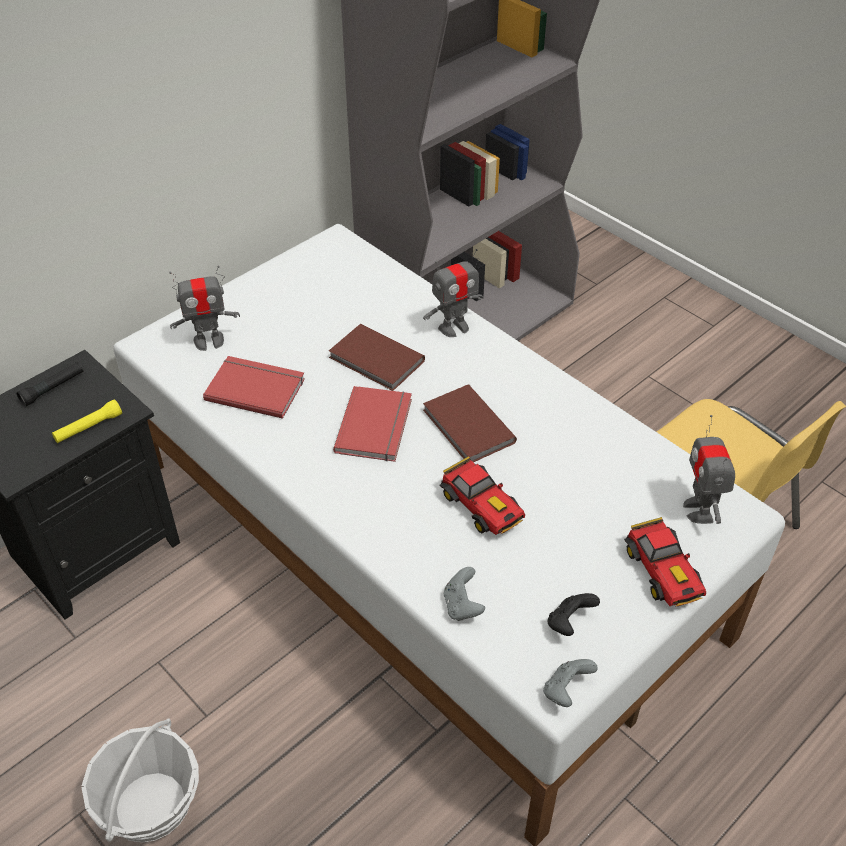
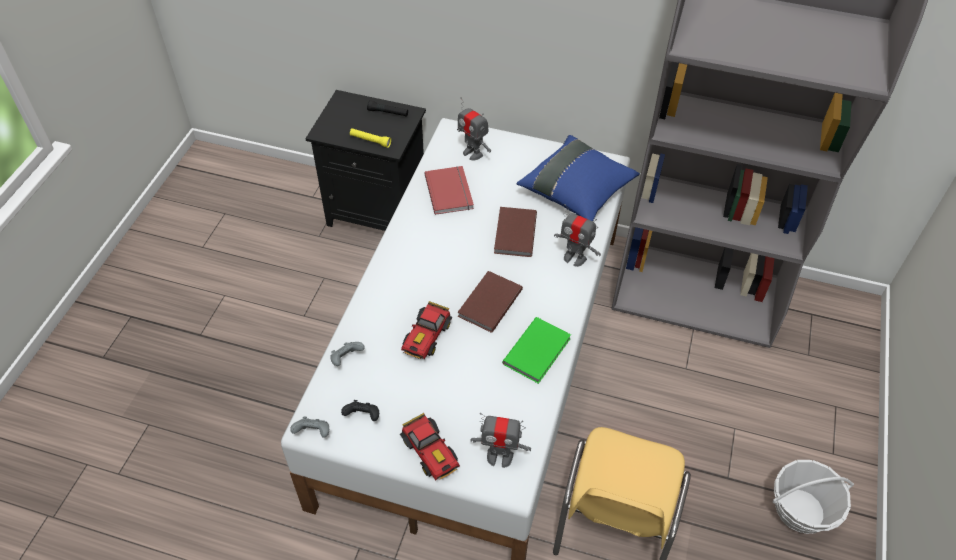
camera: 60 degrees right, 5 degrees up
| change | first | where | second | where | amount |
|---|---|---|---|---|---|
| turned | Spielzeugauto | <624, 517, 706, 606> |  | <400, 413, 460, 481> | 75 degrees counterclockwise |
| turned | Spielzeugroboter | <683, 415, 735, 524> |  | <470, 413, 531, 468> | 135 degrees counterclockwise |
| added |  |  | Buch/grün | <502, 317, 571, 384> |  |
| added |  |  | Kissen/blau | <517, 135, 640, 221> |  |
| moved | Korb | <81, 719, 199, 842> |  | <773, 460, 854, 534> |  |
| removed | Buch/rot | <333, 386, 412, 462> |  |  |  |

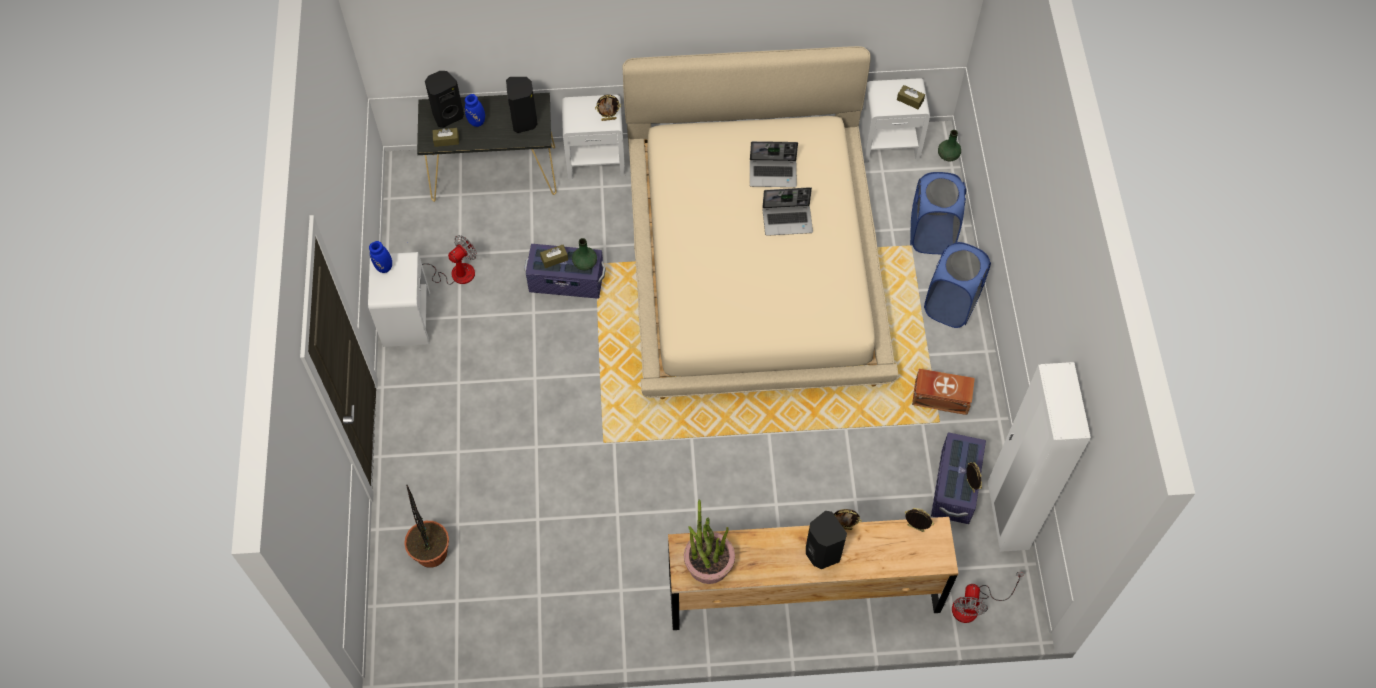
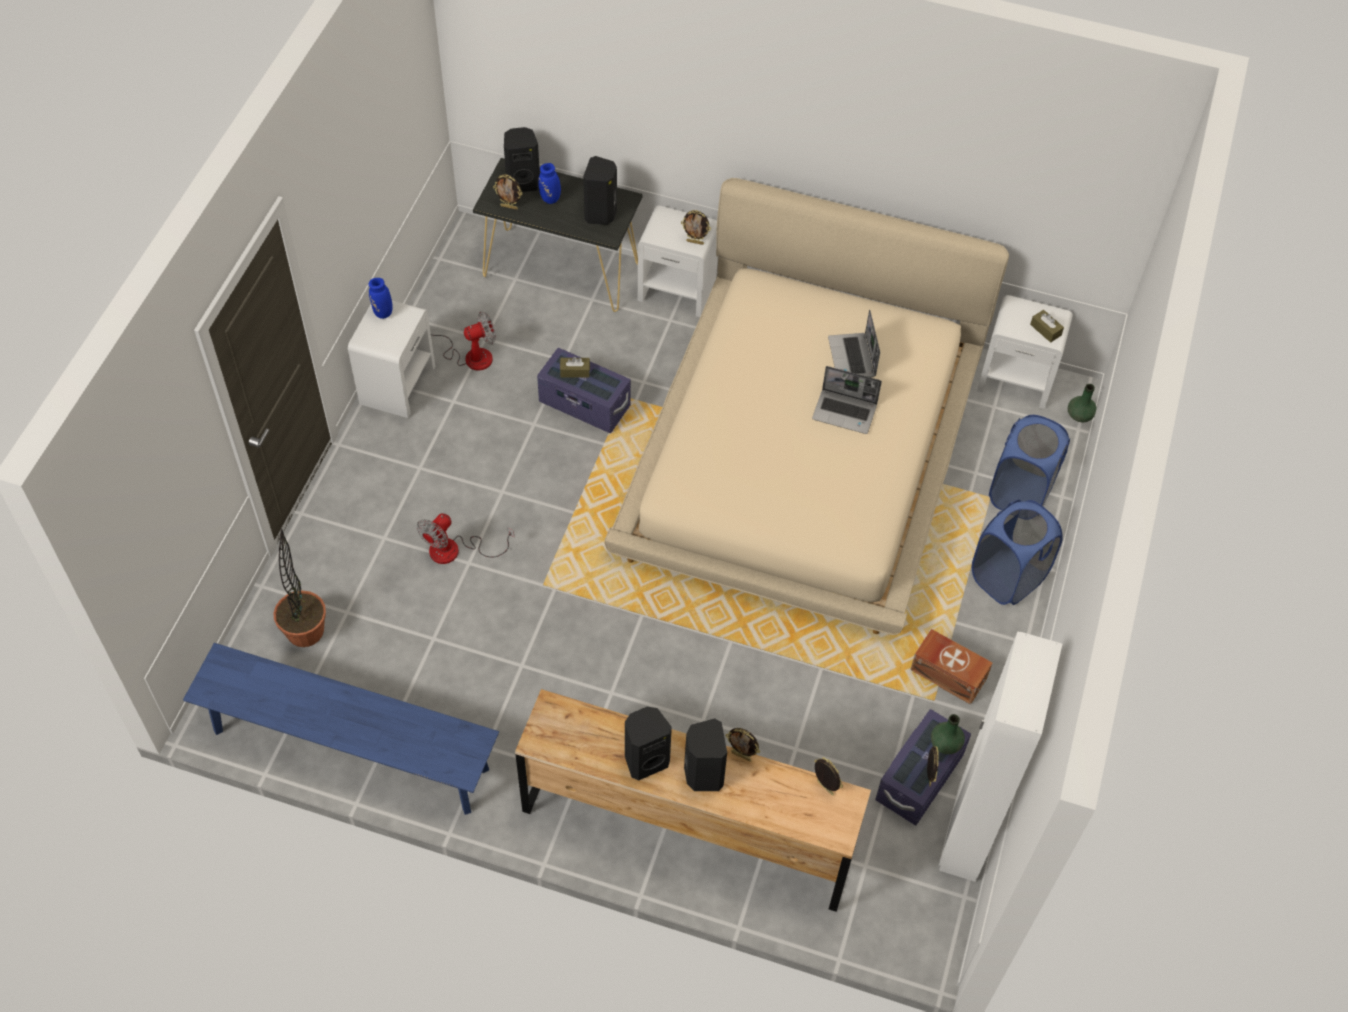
camera: 20 degrees right, 5 degrees down
| change | first | where | second | where | amount |
|---|---|---|---|---|---|
| added |  |  | Bank/blau | <183, 643, 499, 815> |  |
| moved | Ventilator | <952, 572, 1024, 623> |  | <417, 513, 514, 564> |  |
| replaced | Taschentuchbox/braun | <432, 128, 459, 147> | Bilderrahmen | <493, 174, 522, 210> |  |
| added |  |  | Lautsprecher/schwarz | <625, 707, 672, 780> |  |
| turned | Laptop | <750, 141, 798, 187> |  | <828, 310, 880, 378> | 60 degrees clockwise |
| moved | Vase/grün | <572, 238, 597, 270> |  | <931, 714, 965, 754> |  |
| removed | Topfpflanze | <684, 499, 735, 584> |  |  |  |

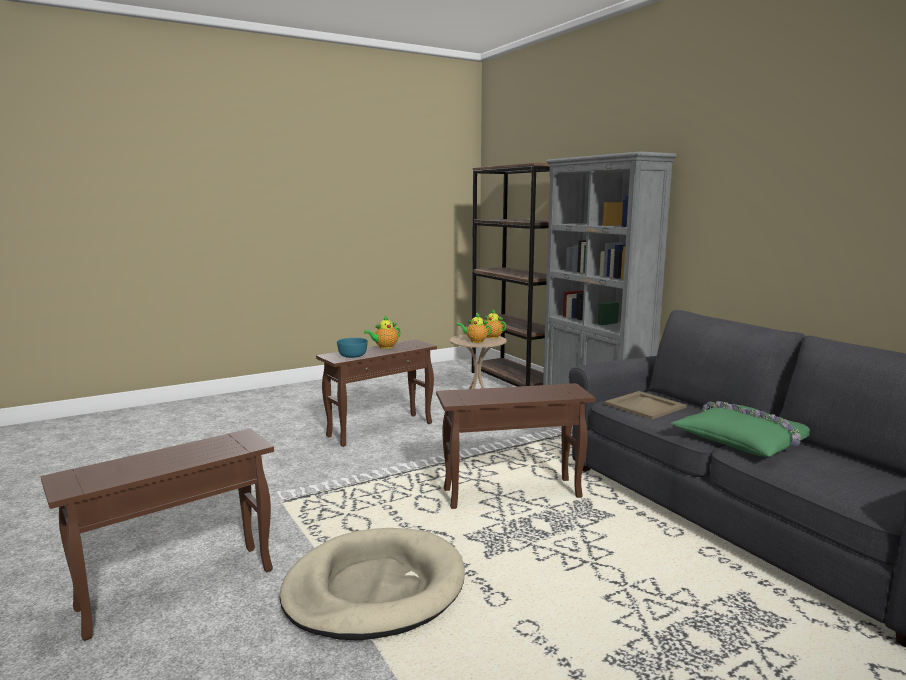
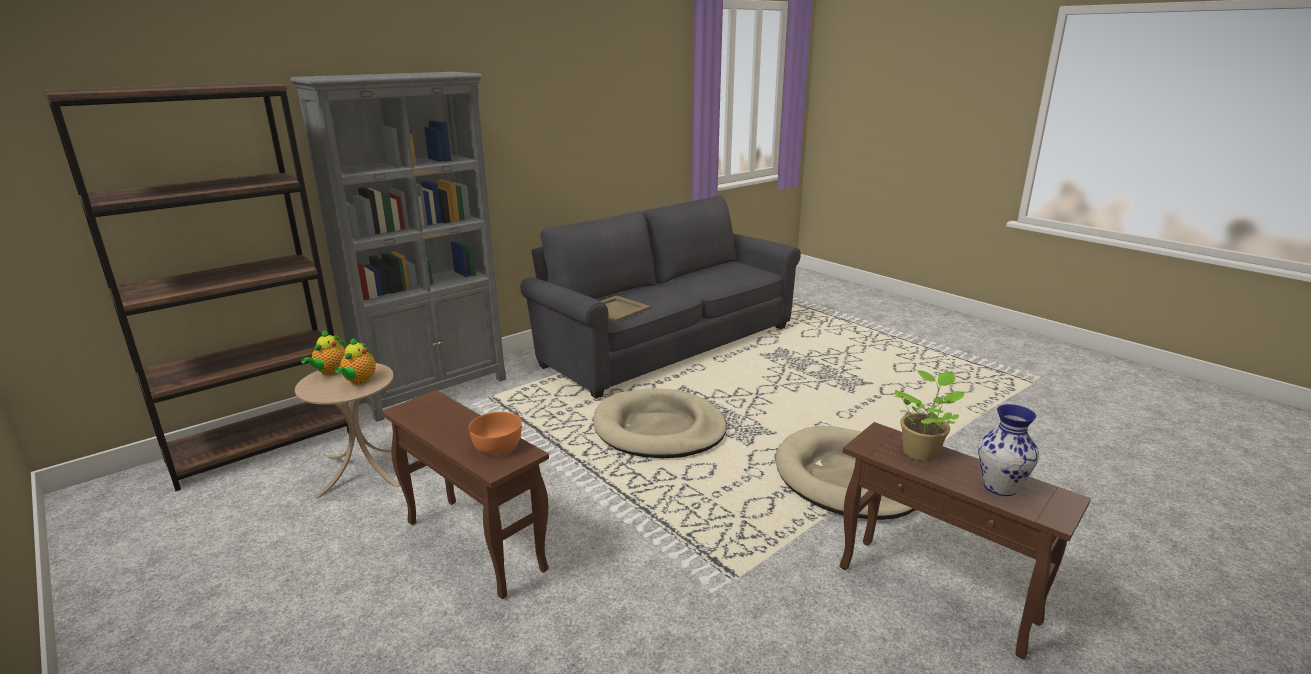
camera: 100 degrees left, 10 degrees up
| change | first | where | second | where | amount |
|---|---|---|---|---|---|
| recoloured | Schüssel/türkis | <337, 338, 368, 358> | Schüssel/orange | <469, 412, 522, 455> |  |
| replaced | Beistelltisch/braun | <436, 383, 595, 509> | Hundebett/beige | <593, 388, 727, 458> |  |
| added |  |  | Topfpflanze | <894, 370, 965, 461> |  |
| added |  |  | Vase | <978, 404, 1039, 496> |  |
| removed | Teekanne | <364, 316, 401, 349> |  |  |  |
| removed | Kissen/grün | <671, 401, 810, 457> |  |  |  |

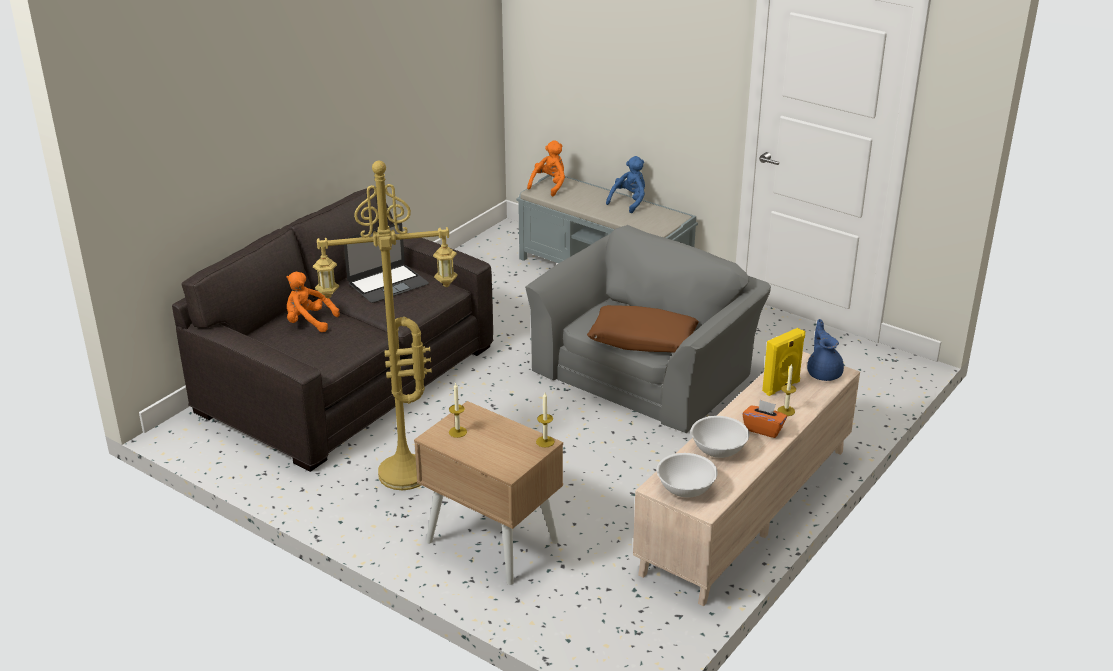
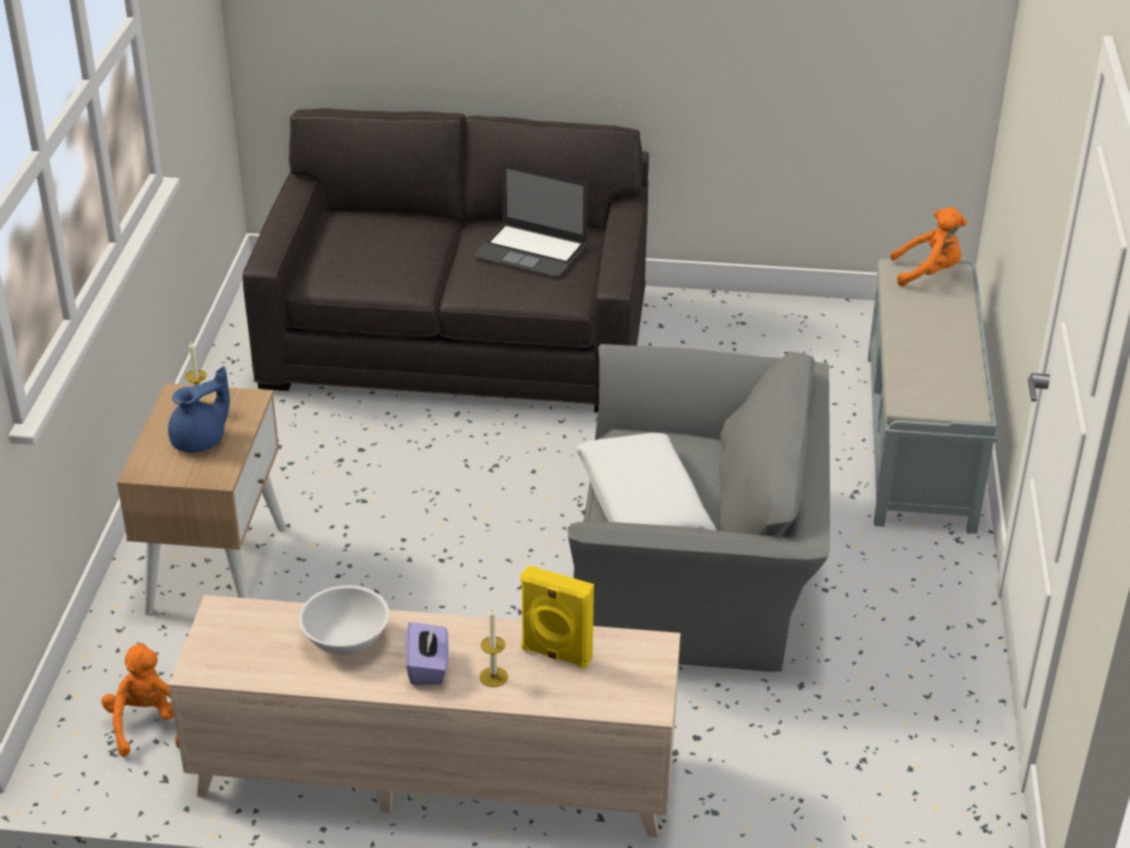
camera: 60 degrees right, 5 degrees up
| change | first | where | second | where | amount |
|---|---|---|---|---|---|
| moved | Plüschtier/orange | <286, 272, 340, 332> |  | <101, 643, 179, 757> |  |
| moved | Teekanne/blau | <807, 319, 844, 381> |  | <168, 366, 230, 453> |  |
| recoloured | Taschentuchbox/orange | <742, 400, 787, 438> | Taschentuchbox/lila | <406, 622, 449, 685> |  |
| recoloured | Kissen/braun | <587, 305, 699, 353> | Kissen/weiß | <576, 433, 717, 531> |  |
| removed | Stehlampe/gelb | <313, 161, 458, 490> |  |  |  |
| removed | Kerze | <536, 393, 555, 447> |  |  |  |
| removed | Plüschtier/blau | <606, 156, 645, 213> |  |  |  |
| removed | Schüssel/weiß | <657, 453, 718, 498> |  |  |  |

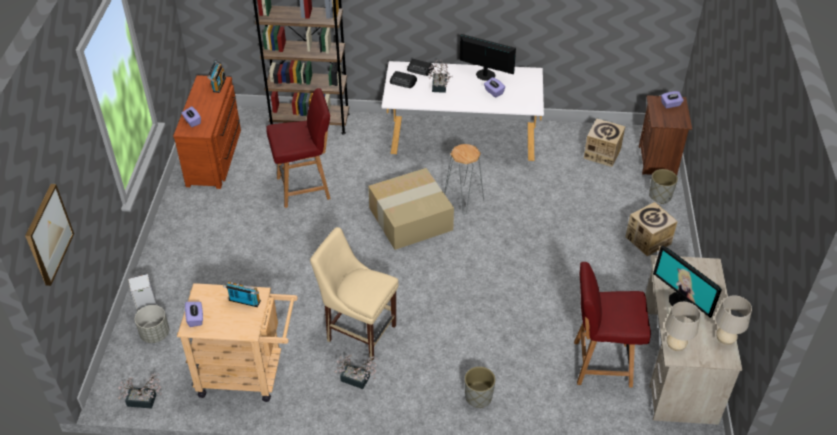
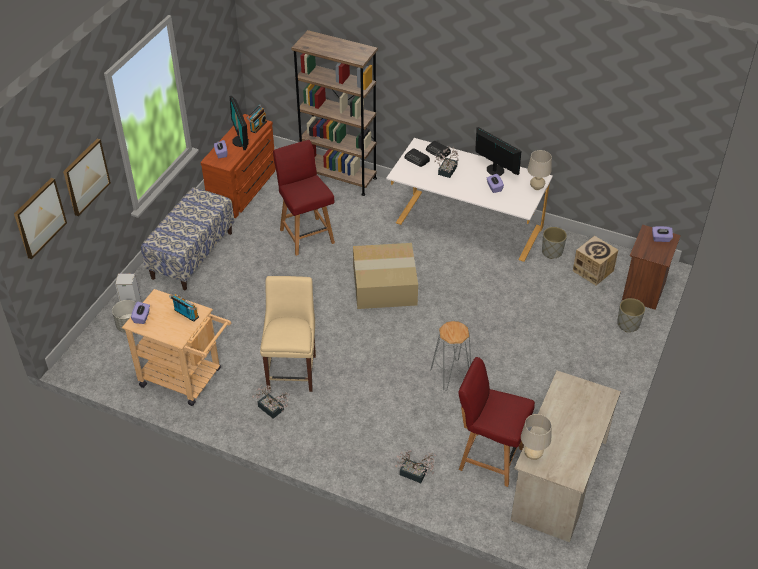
camera: 20 degrees right, 0 degrees up
| change | first | where | second | where | amount |
|---|---|---|---|---|---|
| added |  |  | Bild | <63, 139, 111, 216> |  |
| added |  |  | Bank | <141, 187, 234, 290> |  |
| moved | Monitor | <653, 245, 722, 318> |  | <230, 96, 249, 150> |  |
| turned | Stuhl/beige | <310, 227, 399, 361> |  | <260, 276, 316, 392> | 45 degrees clockwise |
| turned | Stuhl/rot | <266, 88, 331, 208> |  | <273, 140, 335, 256> | 120 degrees counterclockwise |
| moved | Topfpflanze | <118, 373, 161, 409> |  | <395, 450, 436, 483> |  |
| moved | Hocker/grau | <444, 144, 484, 215> |  | <430, 321, 471, 391> |  |
| moved | Tischlampe/beige | <715, 295, 752, 345> |  | <528, 150, 552, 190> |  |
| moved | Pflanzkübel/grau | <465, 366, 495, 408> |  | <542, 227, 567, 259> |  |
| removed | Karton | <625, 202, 678, 256> |  |  |  |

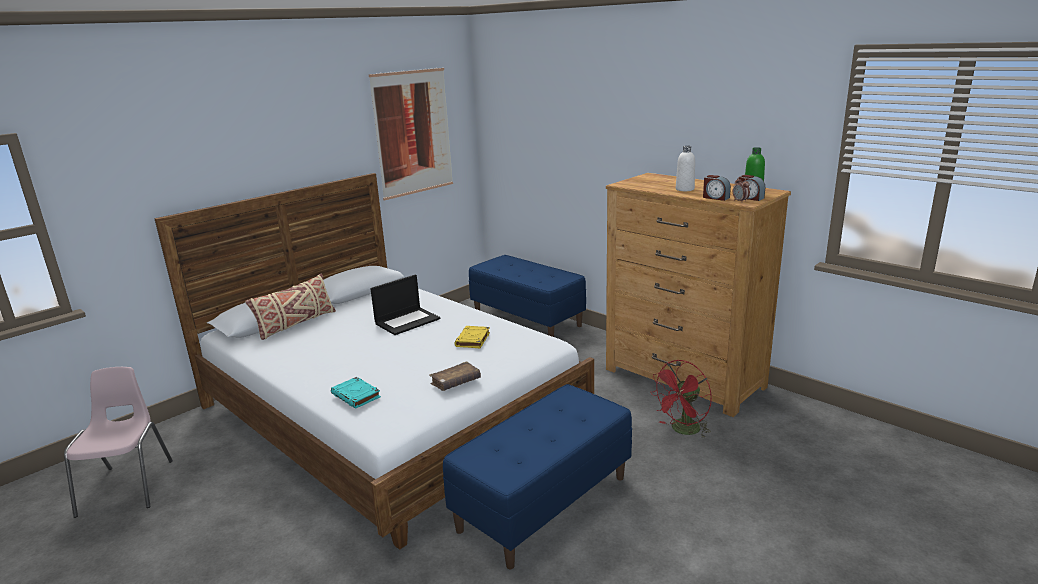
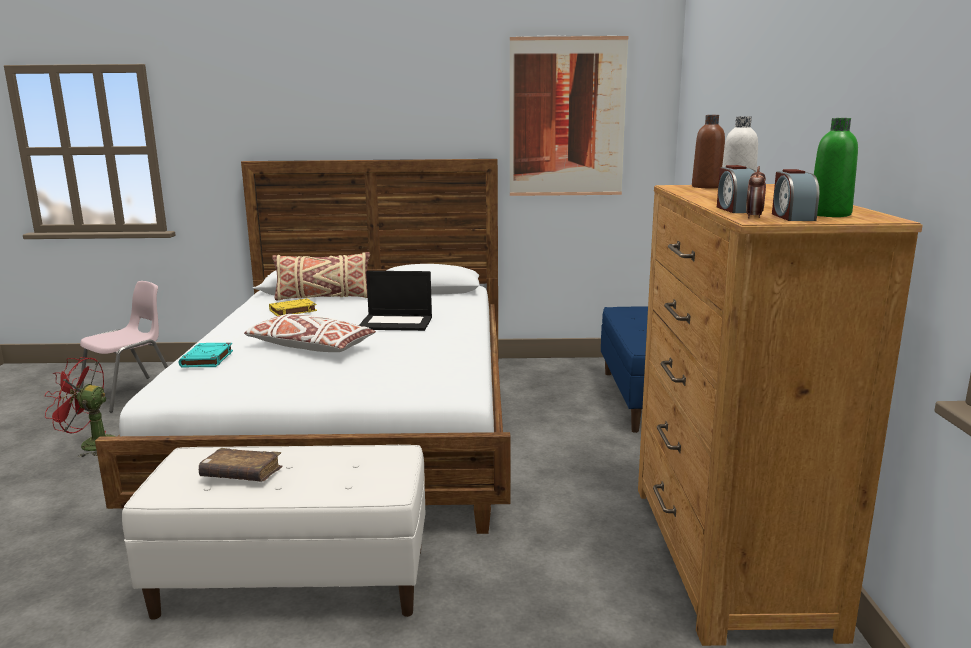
camera: 45 degrees right, 5 degrees down
| change | first | where | second | where | amount |
|---|---|---|---|---|---|
| moved | Ventilator/rot | <650, 360, 712, 438> |  | <44, 357, 114, 457> |  |
| recoloured | Bank/blau | <443, 384, 632, 569> | Bank/weiß | <122, 445, 425, 620> |  |
| moved | Buch/braun | <429, 361, 481, 391> |  | <199, 448, 283, 482> |  |
| added |  |  | Kissen/weiß | <244, 314, 376, 352> |  |
| moved | Buch/gelb | <454, 326, 490, 348> |  | <269, 298, 317, 316> |  |
| added |  |  | Flasche/braun | <692, 115, 725, 188> |  |

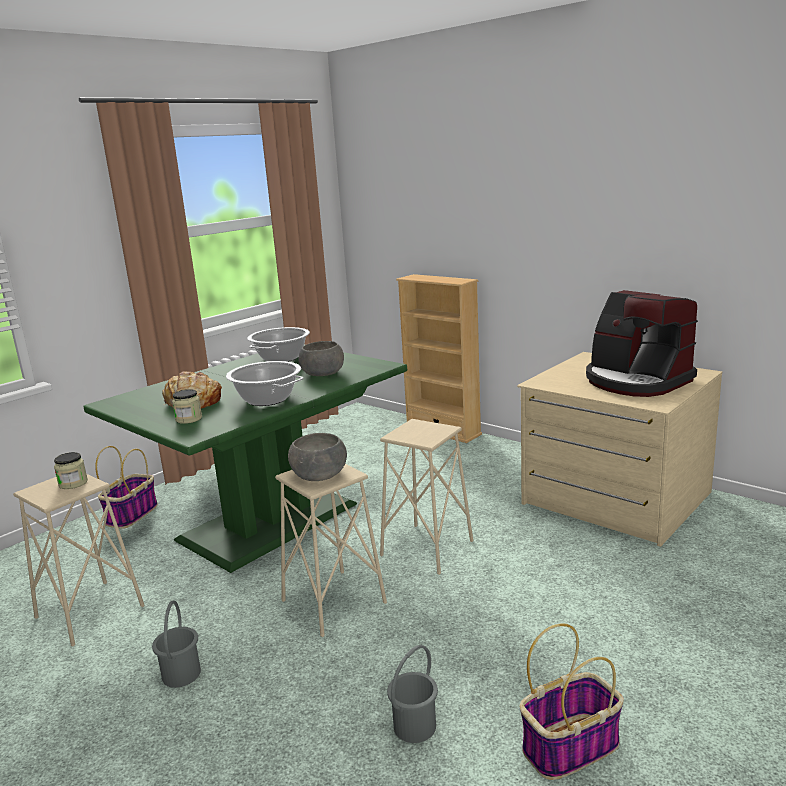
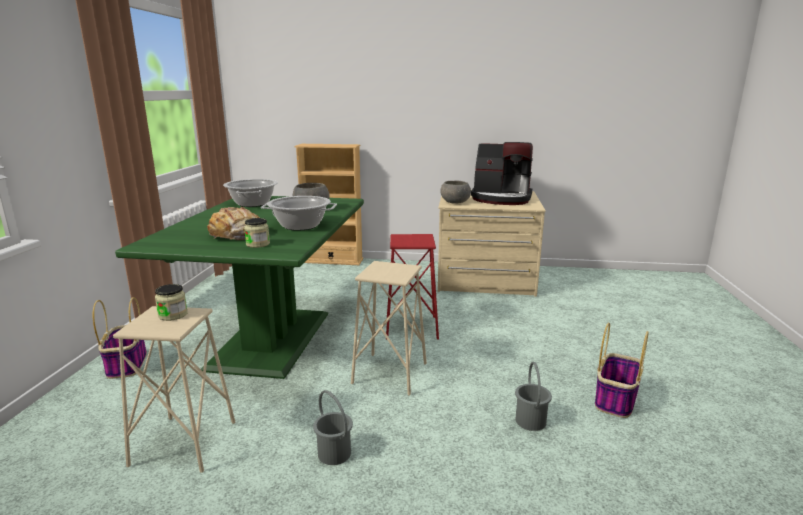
camera: 35 degrees left, 0 degrees up
| change | first | where | second | where | amount |
|---|---|---|---|---|---|
| recoloured | Hocker/beige | <380, 419, 473, 575> | Hocker/rot | <386, 234, 439, 340> |  |
| moved | Schüssel/grau | <288, 433, 347, 481> |  | <440, 181, 471, 203> |  |

